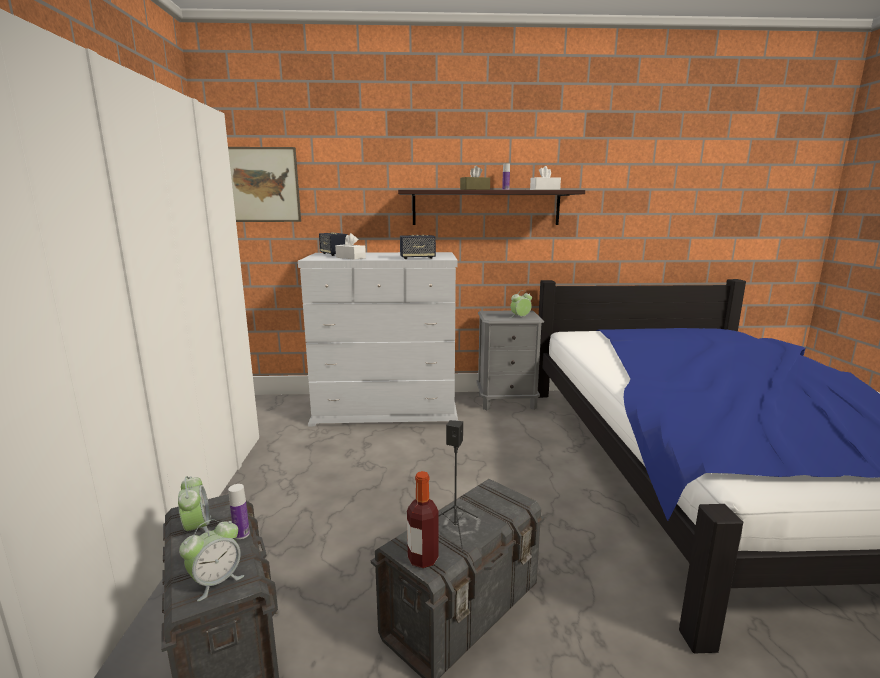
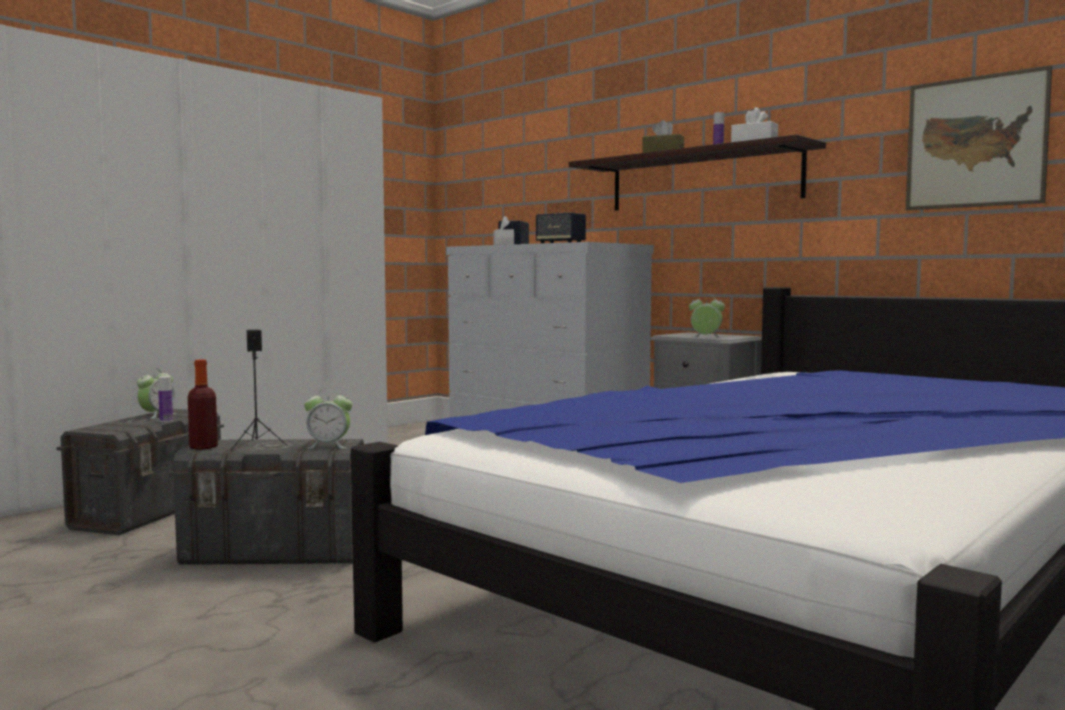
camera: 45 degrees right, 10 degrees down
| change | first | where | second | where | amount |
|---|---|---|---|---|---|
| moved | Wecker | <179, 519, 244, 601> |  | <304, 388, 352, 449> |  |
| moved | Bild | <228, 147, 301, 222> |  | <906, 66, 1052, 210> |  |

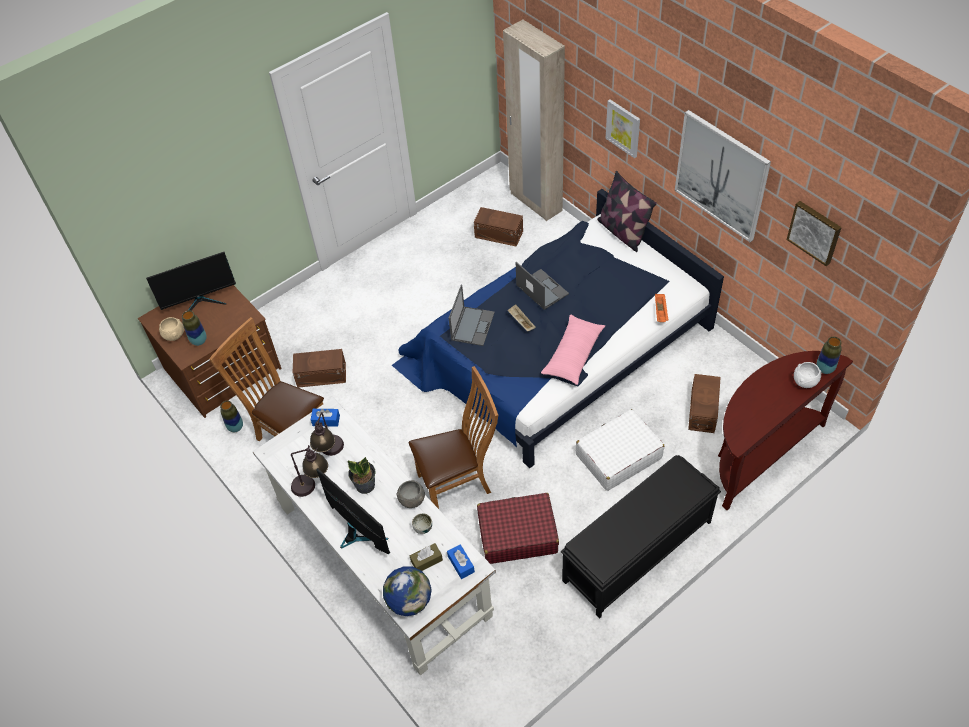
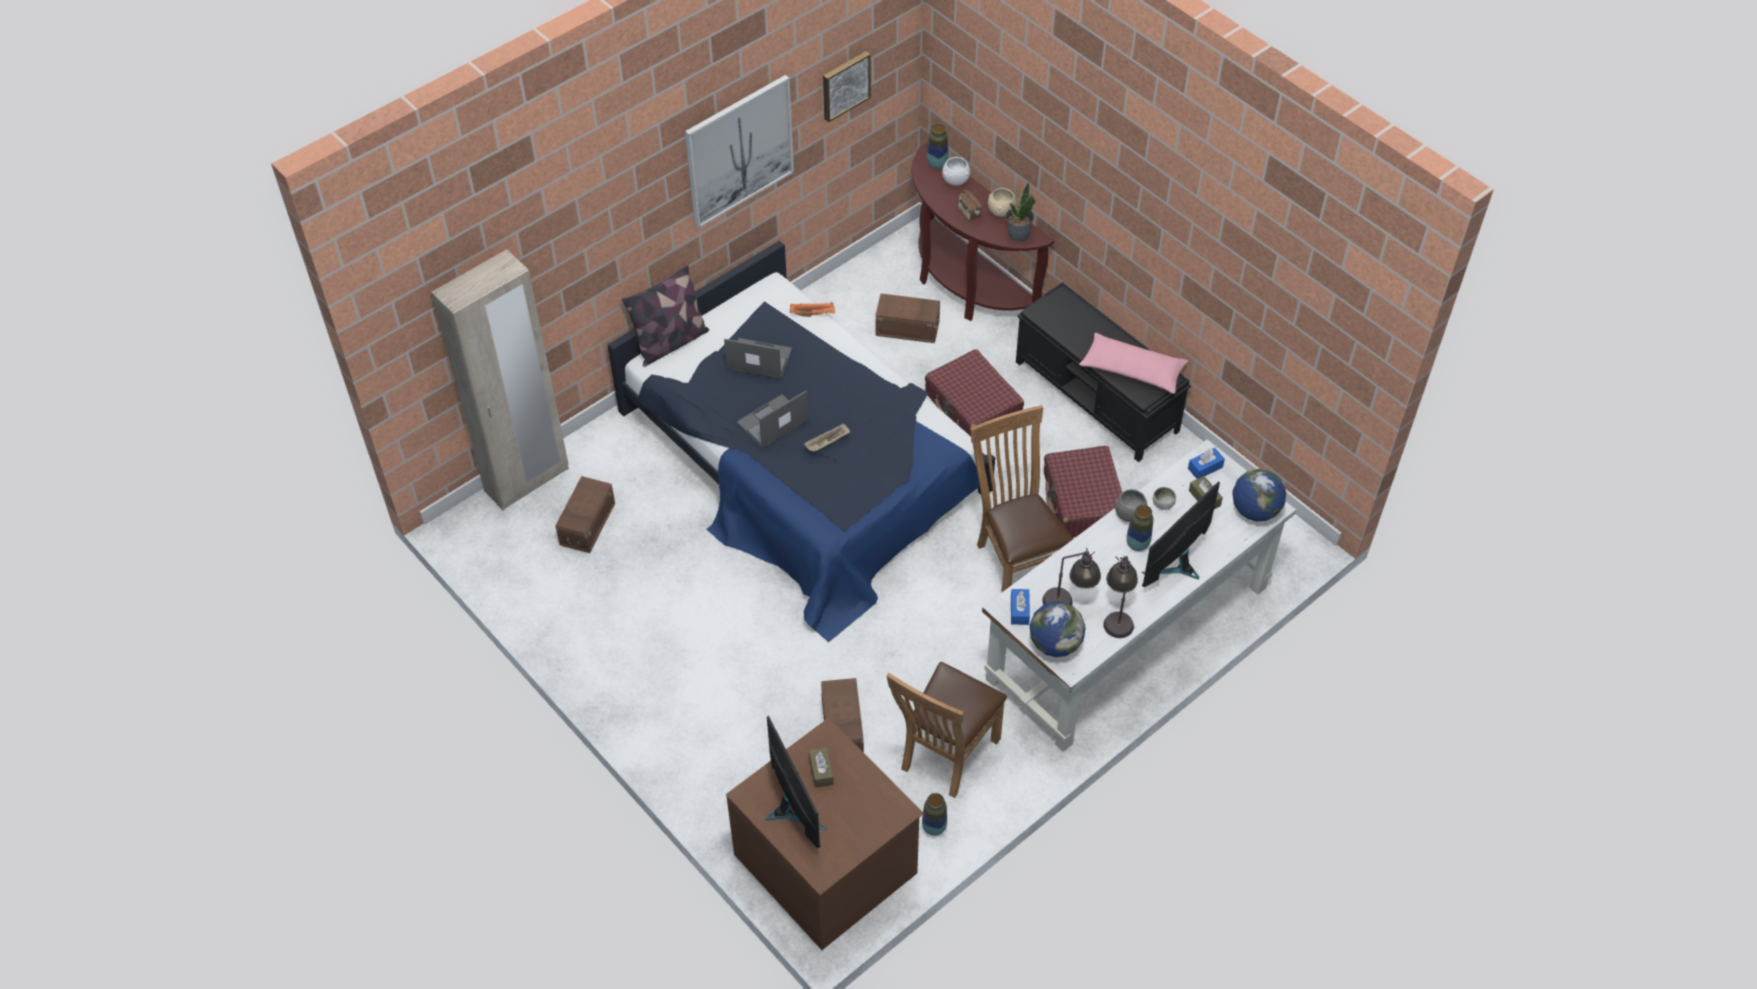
camera: 95 degrees left, 0 degrees up
| change | first | where | second | where | amount |
|---|---|---|---|---|---|
| moved | Laptop | <449, 285, 495, 346> |  | <724, 338, 792, 379> |  |
| added |  |  | Taschentuchbox/braun | <809, 747, 834, 788> |  |
| recoloured | Koffer/weiß | <576, 409, 664, 491> | Koffer/rot | <925, 349, 1024, 436> |  |
| added |  |  | Radio | <958, 189, 982, 220> |  |
| moved | Schüssel/beige | <159, 317, 184, 341> |  | <988, 188, 1017, 217> |  |
| moved | Topfpflanze | <347, 457, 375, 494> |  | <1006, 182, 1036, 242> |  |
| added |  |  | Globus | <1030, 601, 1085, 657> |  |
| moved | Kissen/rosa | <541, 315, 605, 385> |  | <1079, 333, 1188, 394> |  |
| moved | Vase | <182, 310, 207, 346> |  | <1126, 505, 1153, 551> |  |
| removed | Bild | <606, 99, 640, 158> |  |  |  |

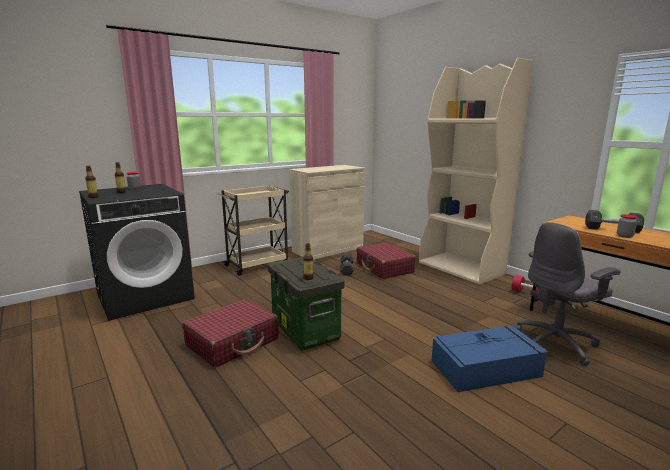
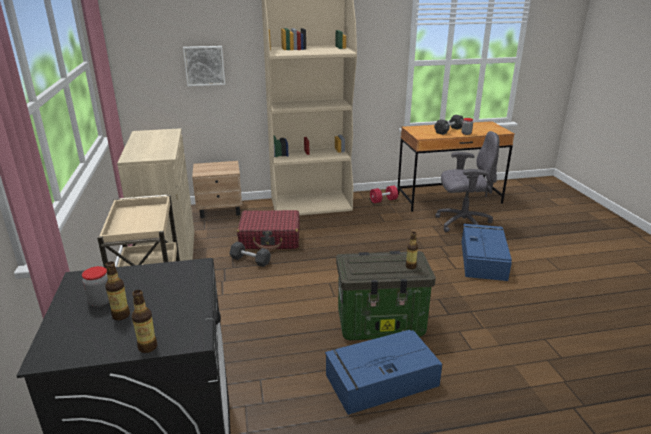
camera: 65 degrees left, 10 degrees up
| change | first | where | second | where | amount |
|---|---|---|---|---|---|
| added |  |  | Bild | <183, 46, 225, 86> |  |
| added |  |  | Nachttisch/beige | <192, 161, 242, 219> |  |
| replaced | Koffer/rot | <182, 299, 279, 367> | Aufbewahrungsbox/blau | <325, 330, 442, 415> |  |
| turned | Bürostuhl/grau | <515, 222, 620, 366> |  | <435, 131, 500, 232> | 90 degrees counterclockwise |

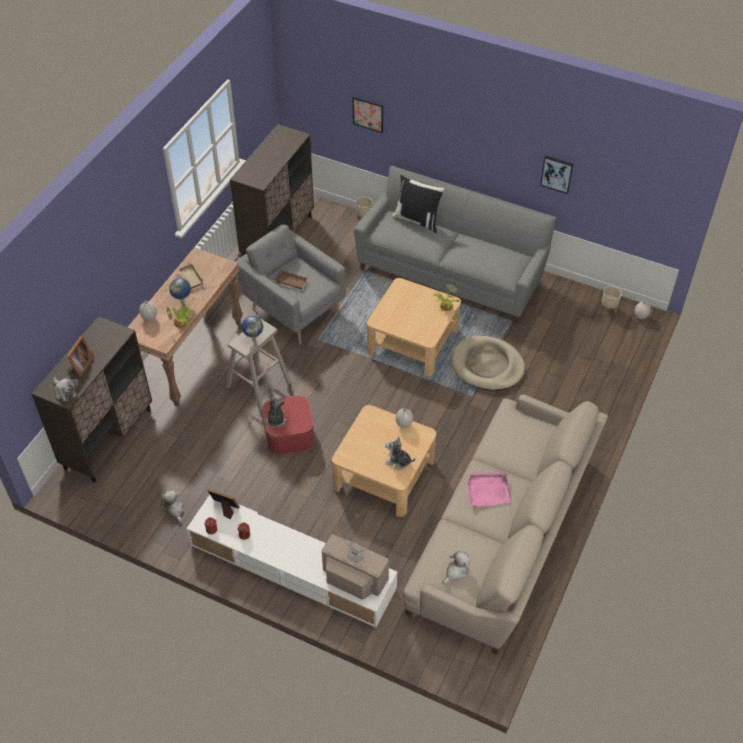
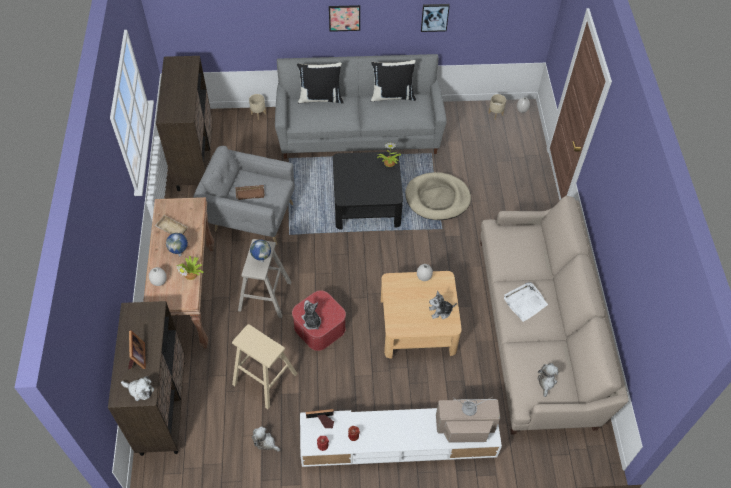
camera: 30 degrees left, 5 degrees up
| change | first | where | second | where | amount |
|---|---|---|---|---|---|
| added |  |  | Hocker/beige | <232, 324, 298, 409> |  |
| moved | Bild | <353, 97, 383, 133> |  | <329, 5, 360, 32> |  |
| recoloured | Couchtisch/beige | <367, 278, 461, 376> | Couchtisch/schwarz | <333, 152, 403, 229> |  |
| added |  |  | Kissen/schwarz | <371, 60, 416, 102> |  |
| recoloured | Tablett/rosa | <467, 472, 510, 506> | Tablett/weiß | <504, 282, 548, 322> |  |

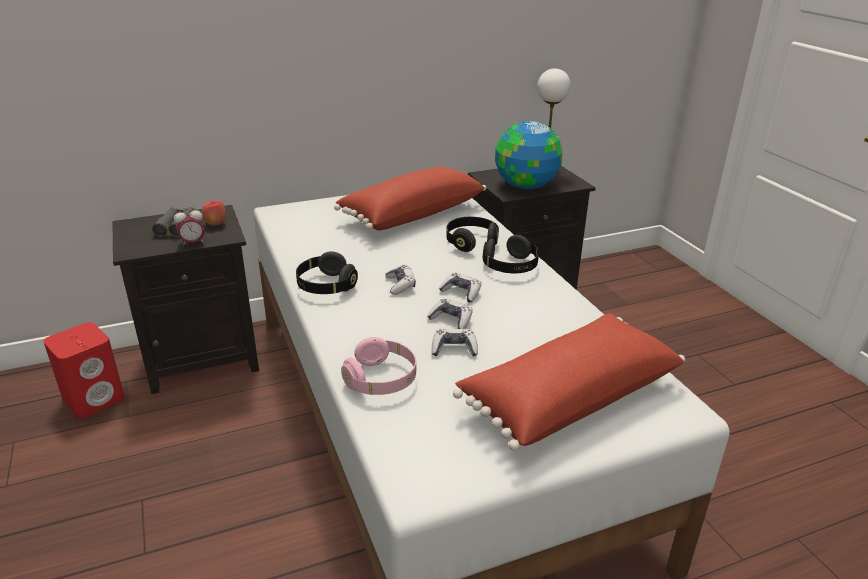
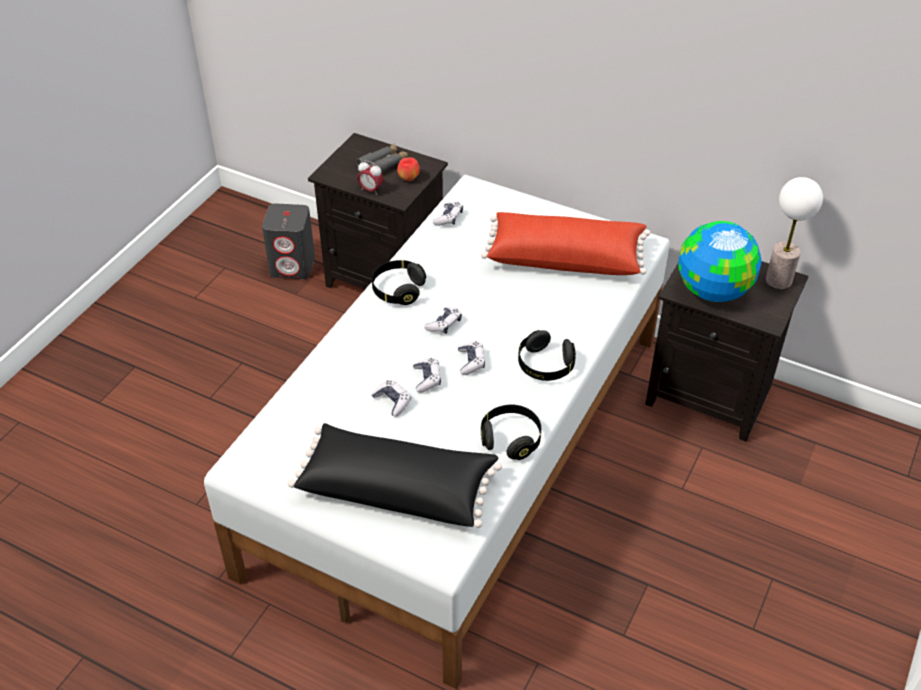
camera: 50 degrees right, 15 degrees up
| change | first | where | second | where | amount |
|---|---|---|---|---|---|
| recoloured | Lautsprecher/rot | <43, 322, 125, 418> | Lautsprecher/grau | <262, 203, 315, 279> |  |
| recoloured | Kissen/rot | <453, 314, 685, 451> | Kissen/schwarz | <288, 423, 502, 528> |  |
| added |  |  | Gamepad | <433, 202, 463, 226> |  |
| moved | Kopfhörer/schwarz | <446, 217, 499, 252> |  | <481, 405, 541, 460> |  |
| removed | Kopfhörer/rosa | <341, 337, 416, 395> |  |  |  |

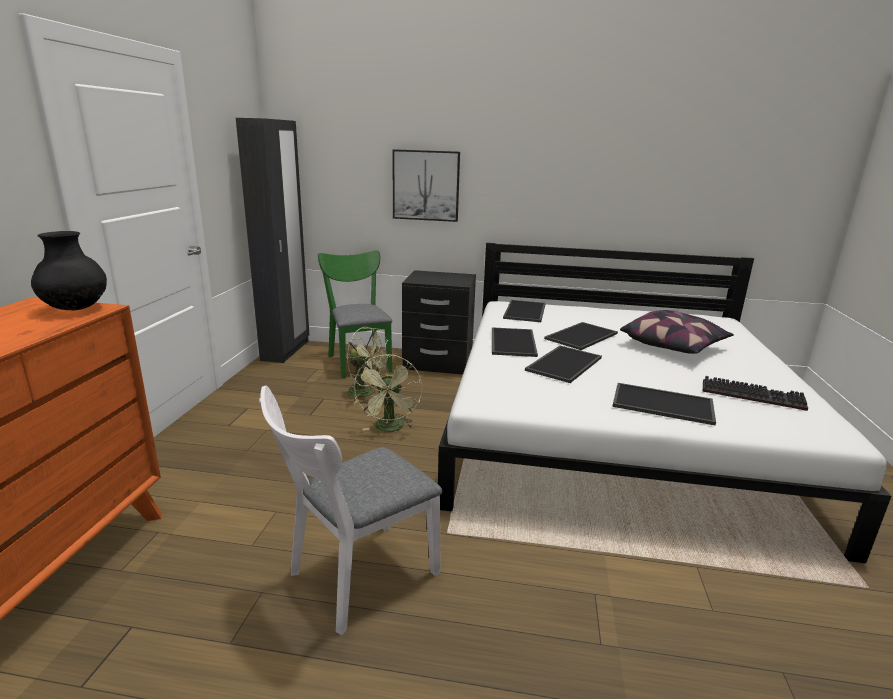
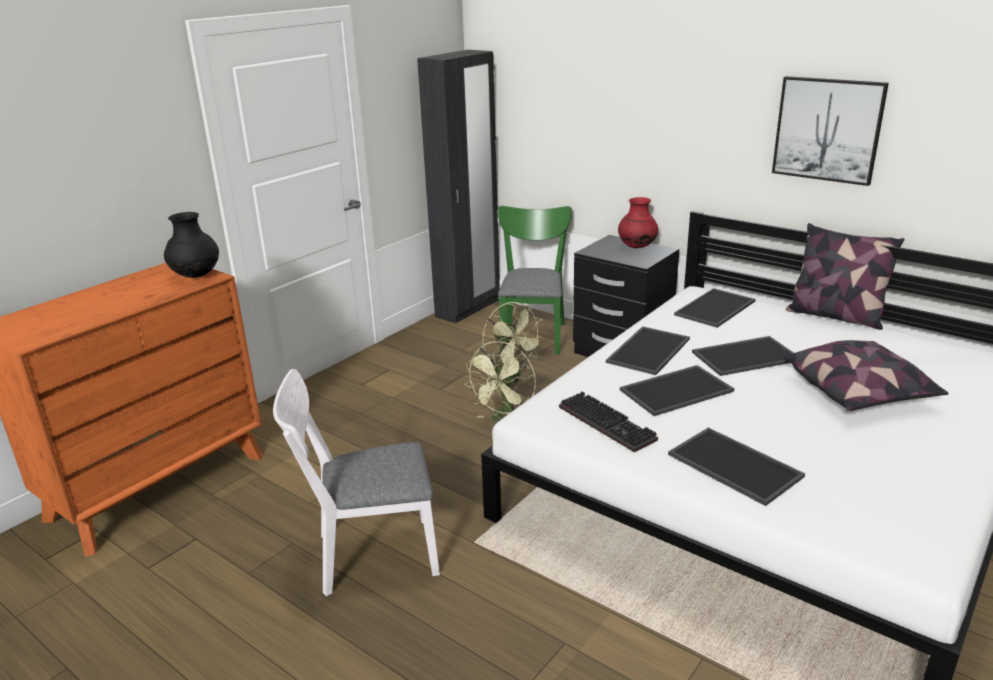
camera: 30 degrees right, 5 degrees up
| change | first | where | second | where | amount |
|---|---|---|---|---|---|
| moved | Tastatur | <703, 376, 808, 411> |  | <559, 391, 658, 452> |  |
| added |  |  | Vase/rot | <618, 197, 658, 248> |  |
| moved | Bild | <392, 149, 460, 222> |  | <772, 76, 889, 186> |  |
| added |  |  | Kissen | <786, 223, 905, 330> |  |

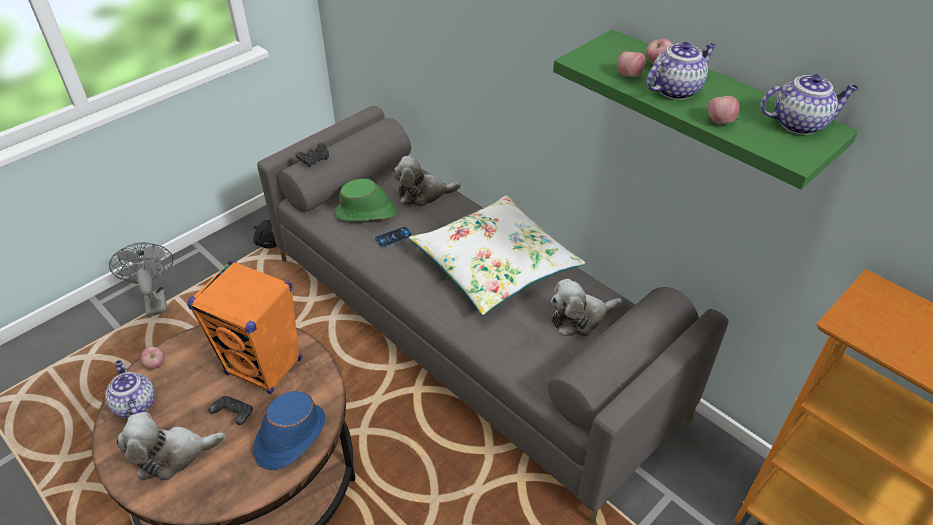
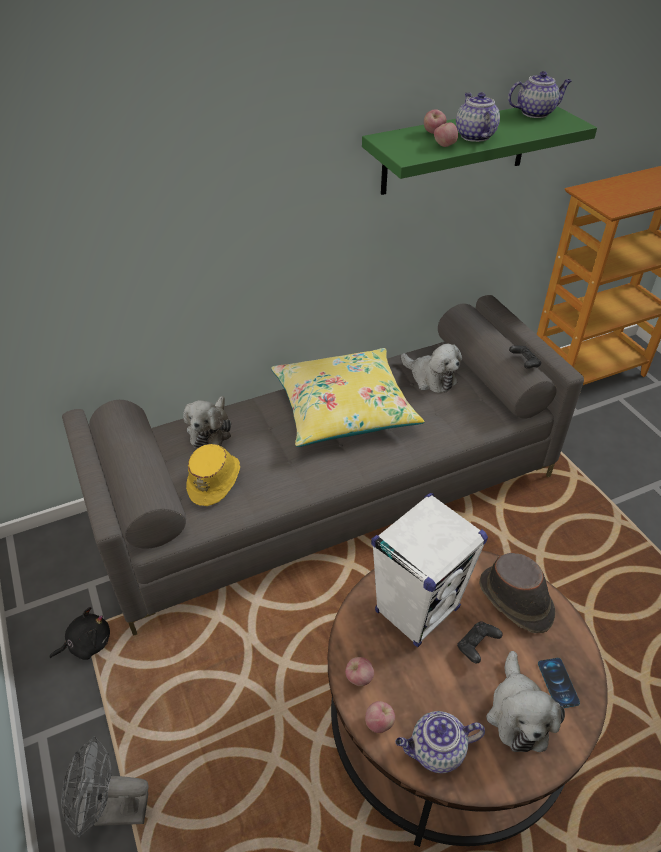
camera: 70 degrees left, 0 degrees up
| change | first | where | second | where | amount |
|---|---|---|---|---|---|
| recoloured | Hut/grün | <335, 179, 397, 221> | Hut/gelb | <186, 444, 240, 506> |  |
| recoloured | Kissen/weiß | <409, 196, 585, 315> | Kissen/gelb | <271, 348, 425, 447> |  |
| moved | Apfel | <708, 96, 740, 124> |  | <345, 657, 374, 686> |  |
| recoloured | Lautsprecher/orange | <187, 260, 302, 394> | Lautsprecher/weiß | <371, 493, 488, 647> |  |
| turned | Plüschtier | <551, 279, 622, 337> |  | <401, 344, 462, 393> | 45 degrees counterclockwise |
| recoloured | Hut/blau | <253, 391, 325, 470> | Hut/braun | <479, 553, 555, 633> |  |
| turned | Teekanne | <760, 74, 859, 135> |  | <508, 71, 572, 118> | 60 degrees clockwise |
| moved | Gamepad/schwarz | <295, 142, 329, 167> |  | <509, 345, 541, 369> |  |
| moved | Handy | <375, 226, 412, 248> |  | <538, 658, 580, 708> |  |

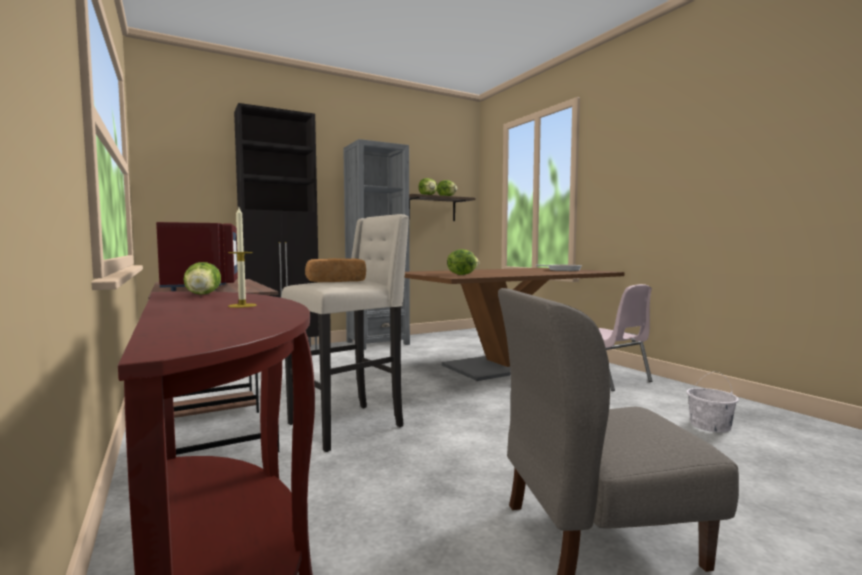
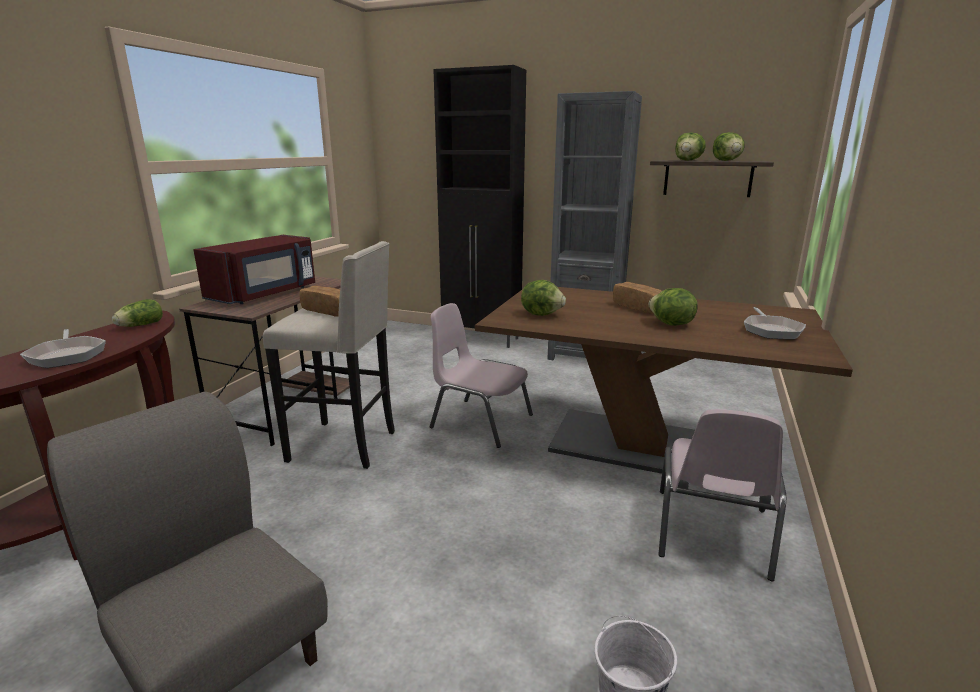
camera: 50 degrees right, 15 degrees up
| change | first | where | second | where | amount |
|---|---|---|---|---|---|
| replaced | Kerze | <228, 207, 257, 308> | Pfanne | <20, 329, 106, 368> |  |
| added |  |  | Stuhl/rosa | <430, 303, 533, 448> |  |
| added |  |  | Brot | <613, 282, 662, 314> |  |
| added |  |  | Salatkopf | <648, 288, 697, 326> |  |

